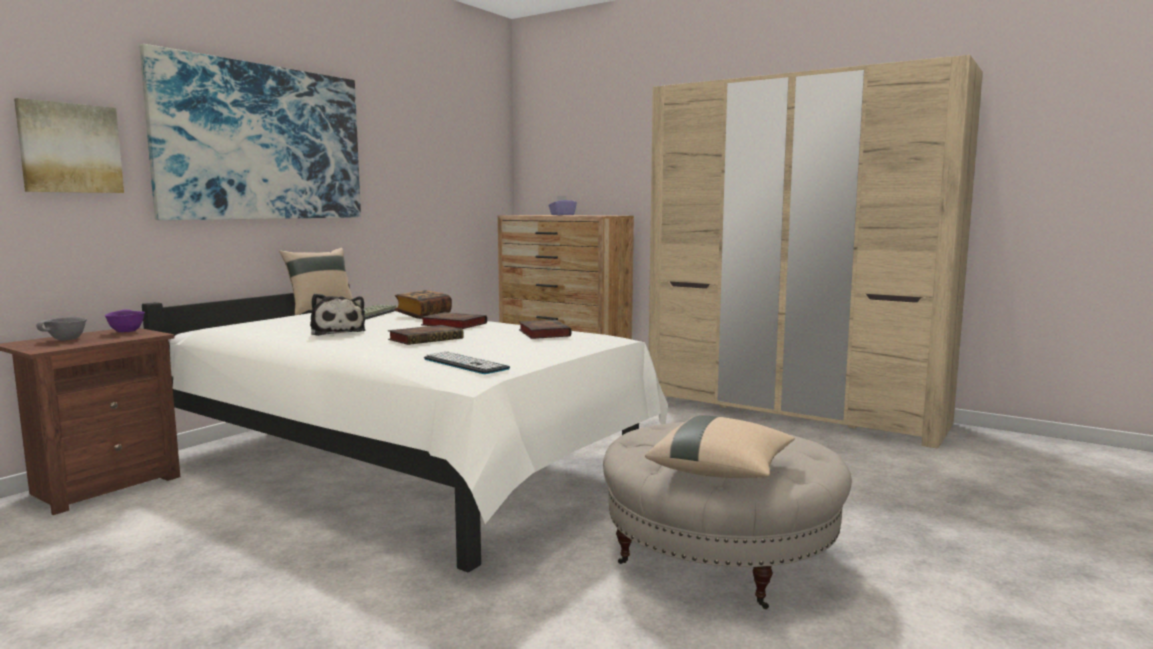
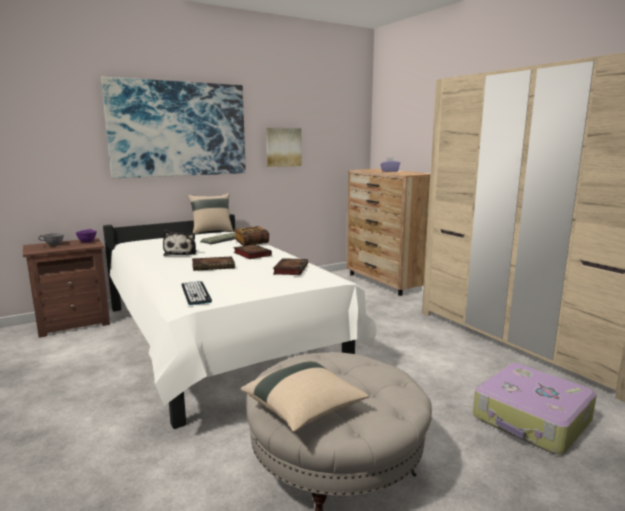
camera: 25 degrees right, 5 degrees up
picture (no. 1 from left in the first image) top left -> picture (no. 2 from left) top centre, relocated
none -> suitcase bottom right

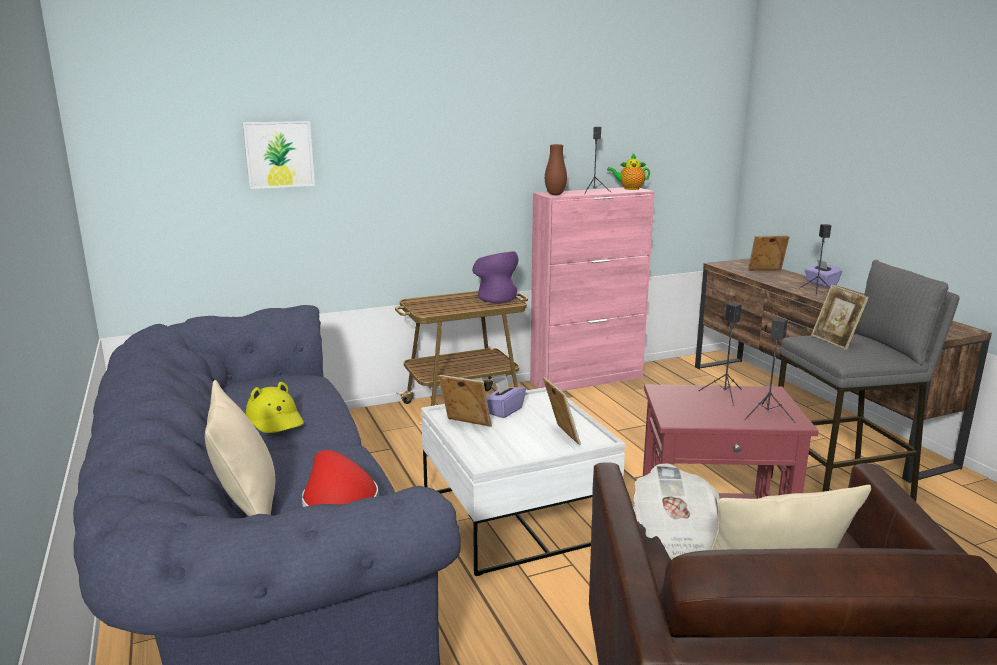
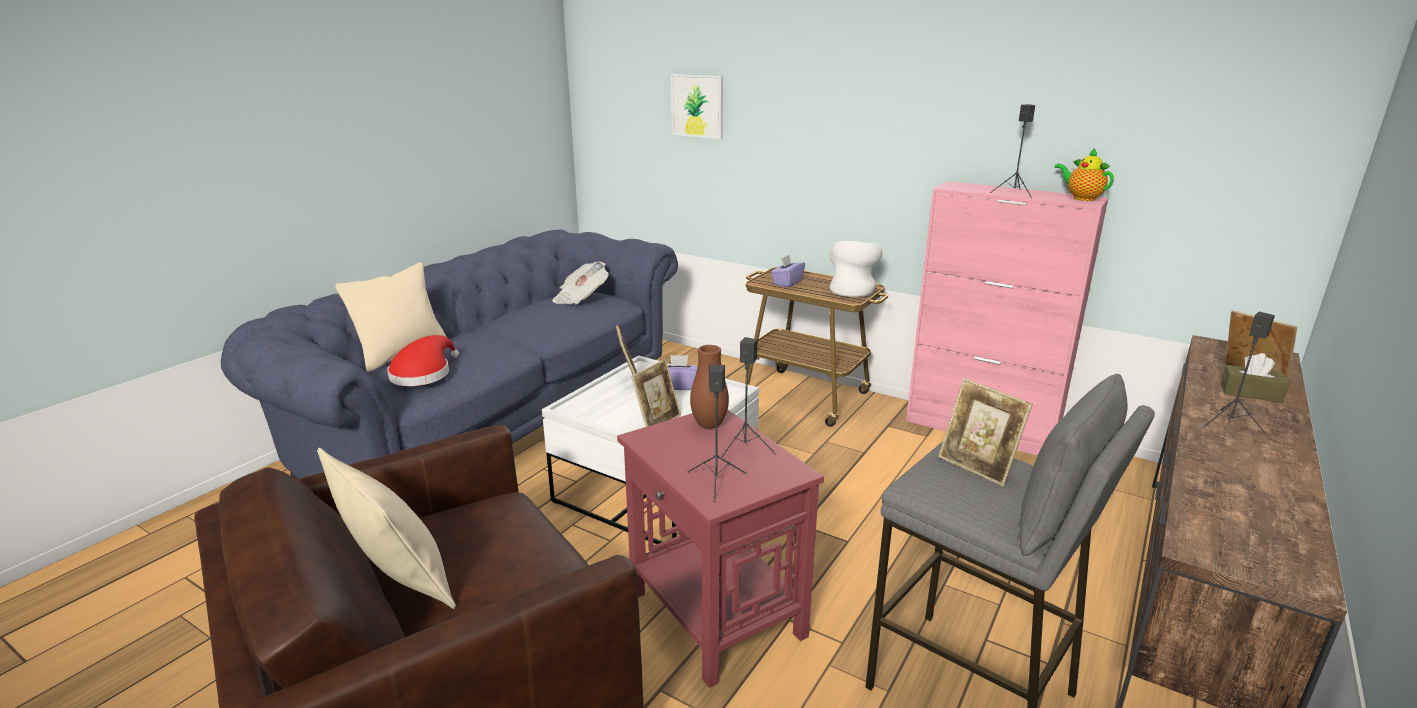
camera: 55 degrees right, 5 degrees up
brown vase top centre -> brown vase centre, relocated
purplish vase centre -> whitish vase centre
purplish box of tissues (no. 2 from left) middle right -> purplish box of tissues (no. 2 from left) centre, relocated
standing frame (no. 4 from left in the first image) middle right -> standing frame (no. 3 from left) middle right, 75 degrees counterclockwise
yellow-coloured wearable hat middle left -> none
newspaper bottom right -> newspaper centre, relocated
none -> brown box of tissues middle right

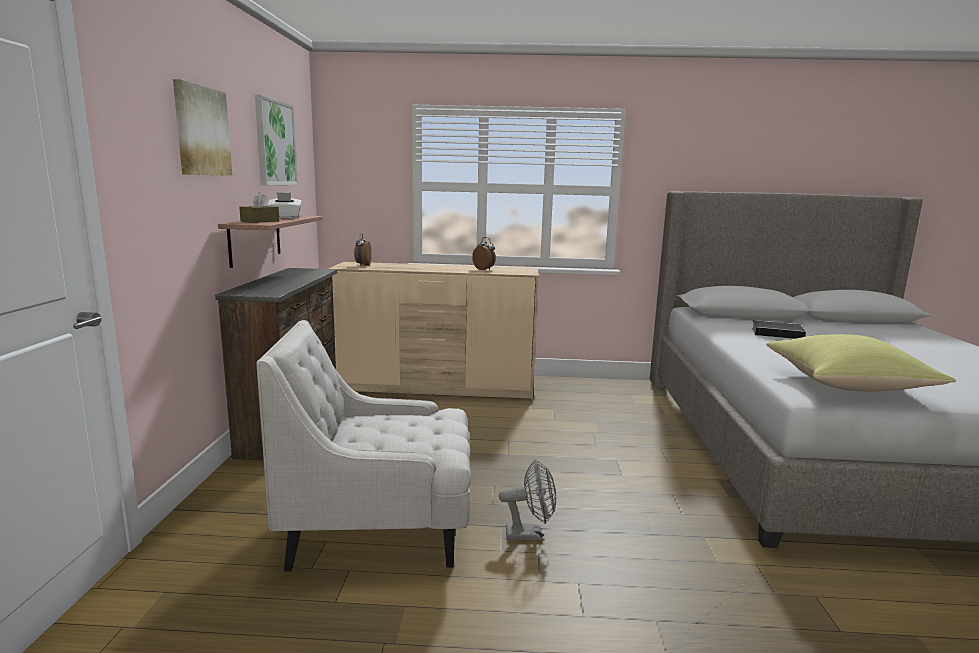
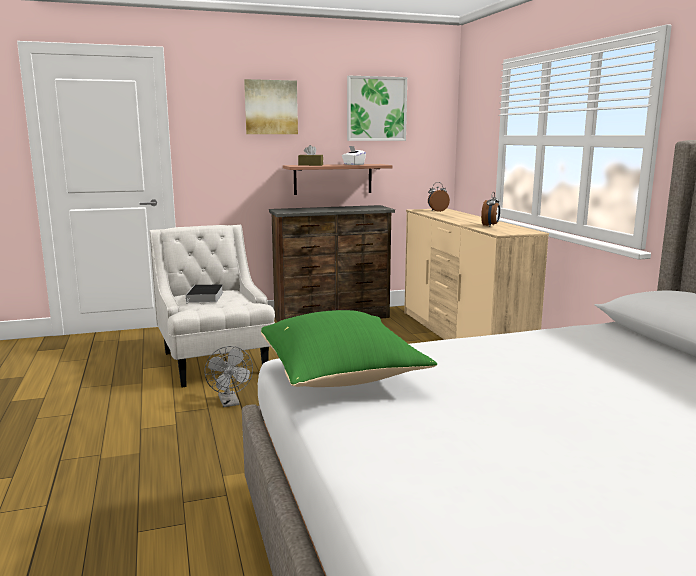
camera: 70 degrees right, 0 degrees up
bound book middle right -> bound book middle left, relocated
yellow-coloured throw pillow middle right -> green-coloured throw pillow centre

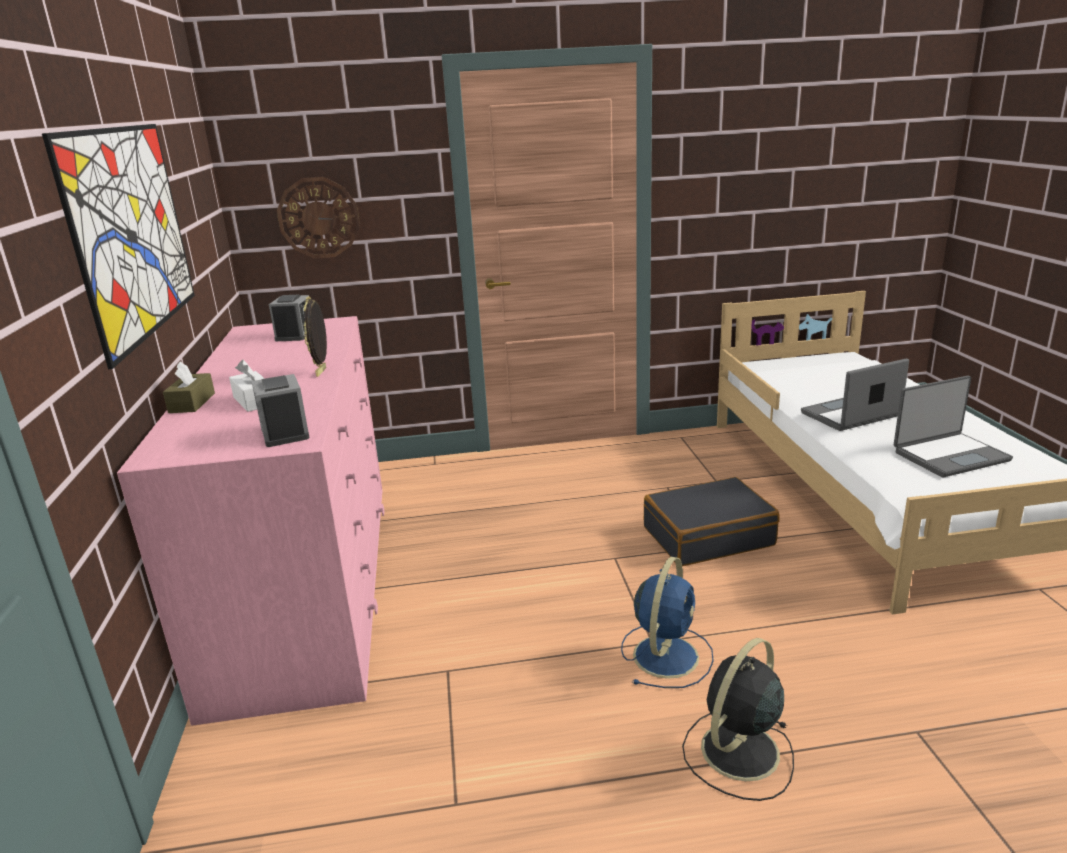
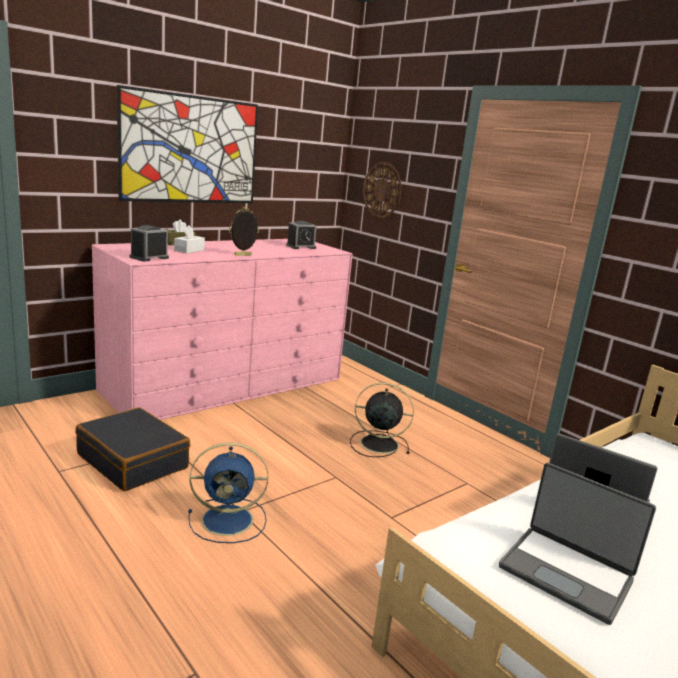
camera: 55 degrees right, 5 degrees down
black-coloured suitcase middle right -> black-coloured suitcase middle left, relocated
black-coloured fan bottom right -> black-coloured fan centre, relocated

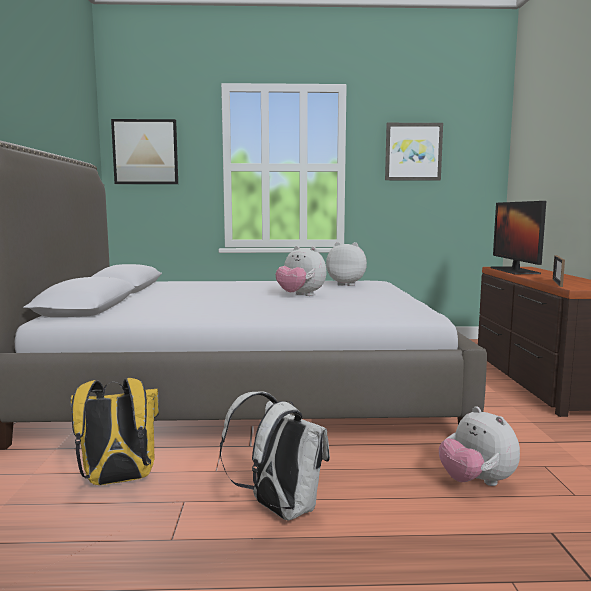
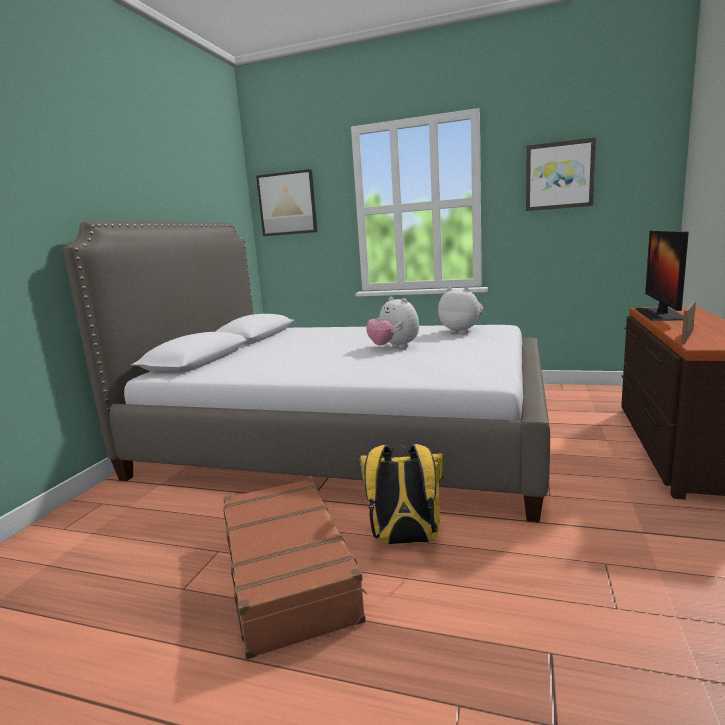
camera: 20 degrees right, 5 degrees up
yellow-coloured backpack bottom left -> yellow-coloured backpack bottom centre, relocated
whitish backpack bottom centre -> brown suitcase bottom centre
soft toy (no. 3 from left) bottom right -> none

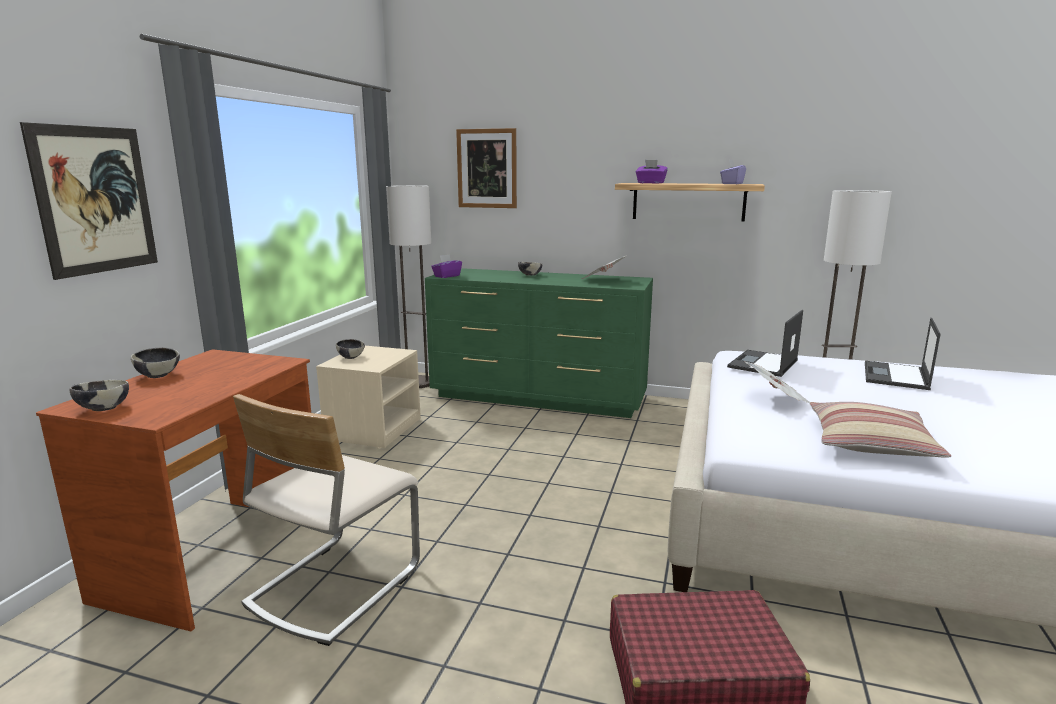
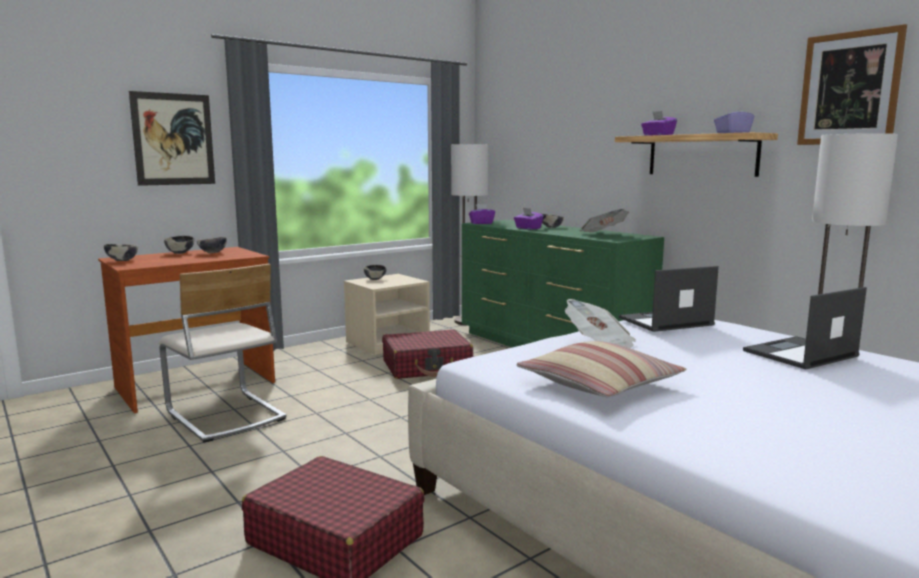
camera: 35 degrees right, 5 degrees down
picture (no. 2 from left) top centre -> picture (no. 2 from left) top right, relocated
beige upright chair bottom left -> beige upright chair middle left, 105 degrees counterclockwise
none -> purplish box of tissues (no. 2 from left) centre
none -> serving bowl (no. 3 from left) middle left
none -> red-coloured suitcase (no. 2 from left) centre

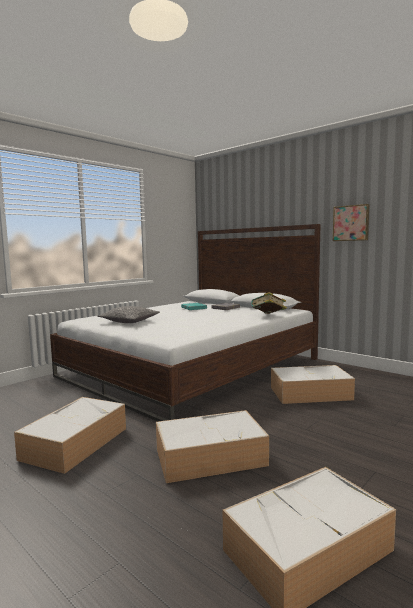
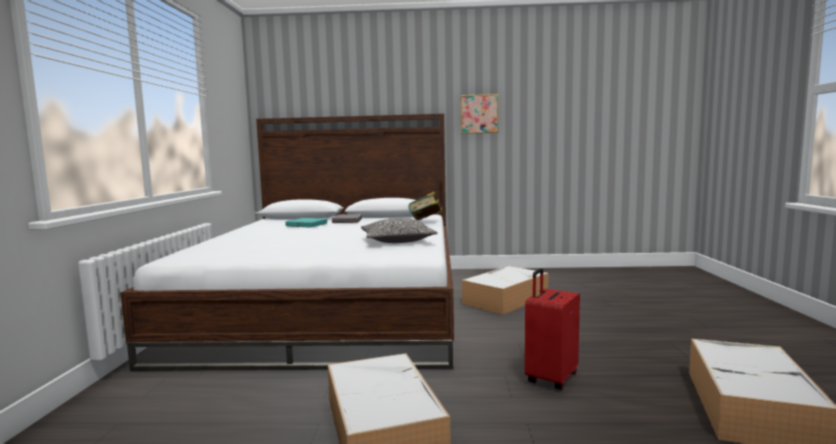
camera: 40 degrees left, 0 degrees up
throw pillow middle left -> throw pillow centre, relocated
storage container (no. 2 from left) bottom centre -> red-coloured suitcase bottom centre

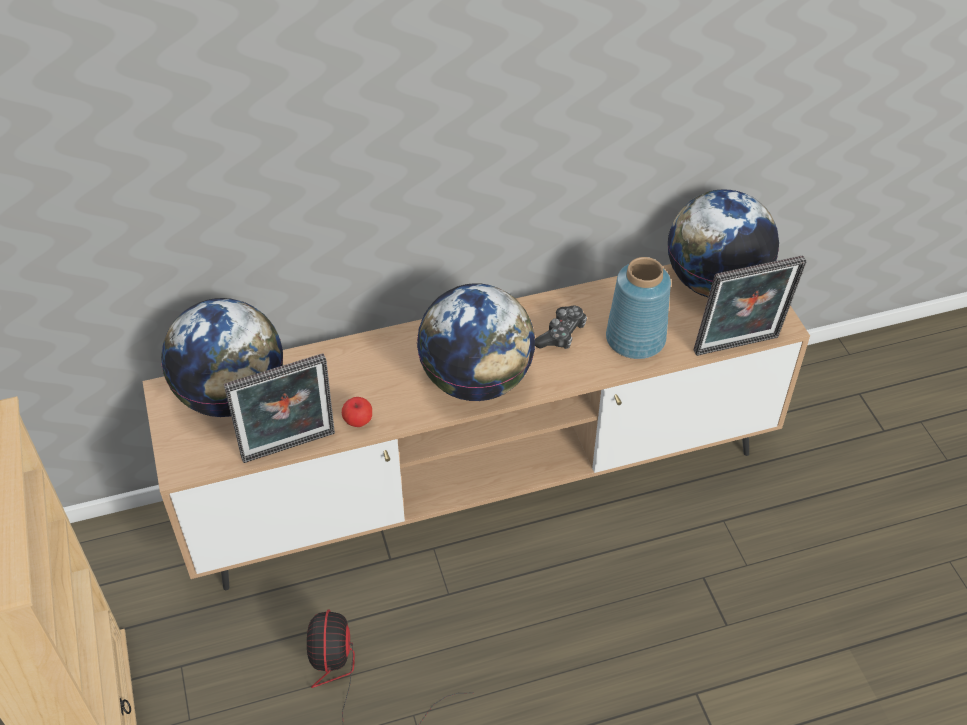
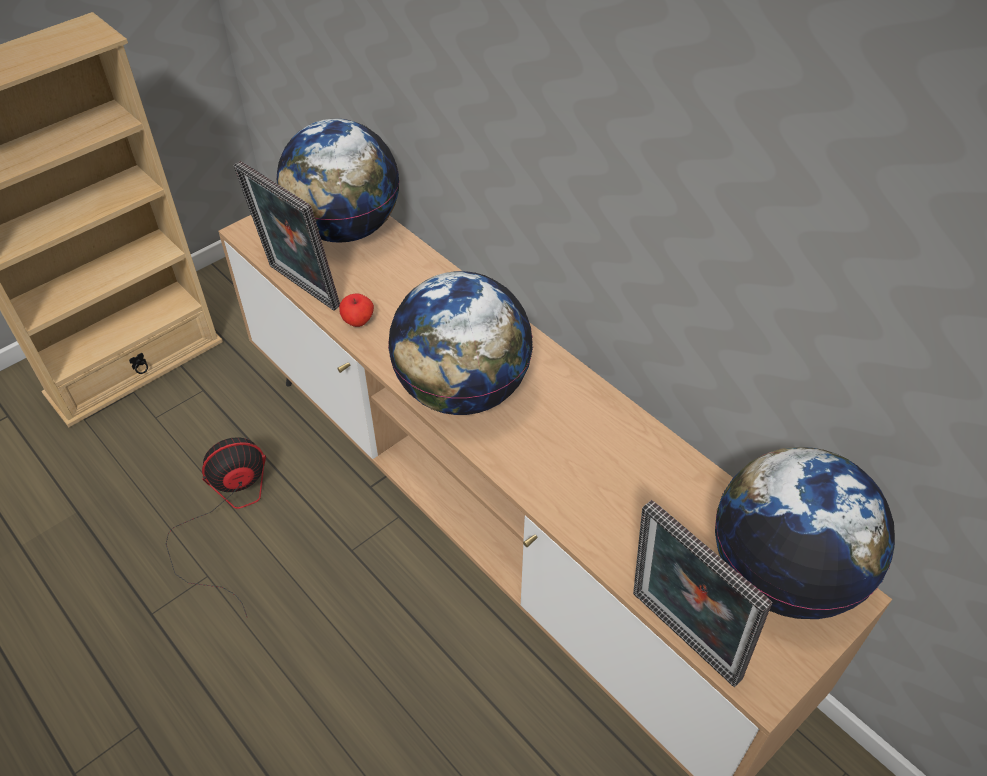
camera: 65 degrees right, 0 degrees up
blue vase centre -> none
gamepad centre -> none

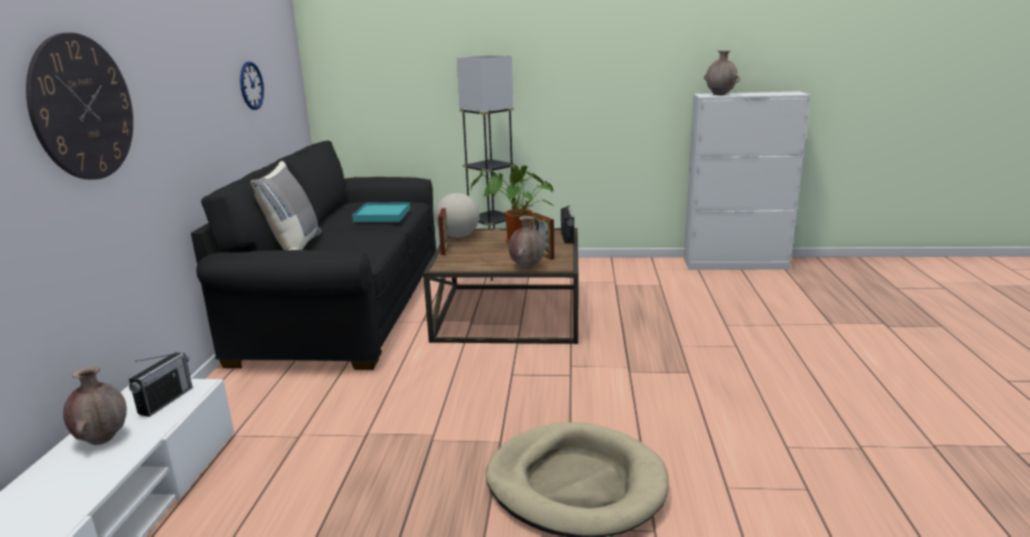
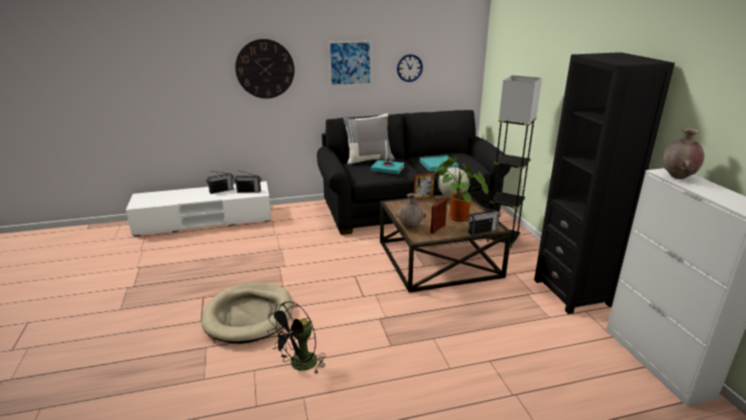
camera: 70 degrees right, 5 degrees up
brown vase (no. 1 from left) bottom left -> radio (no. 1 from left) middle left
none -> picture top centre
none -> black-coloured shelving unit middle right
none -> blue-green bound book centre
none -> black-coloured fan bottom centre

